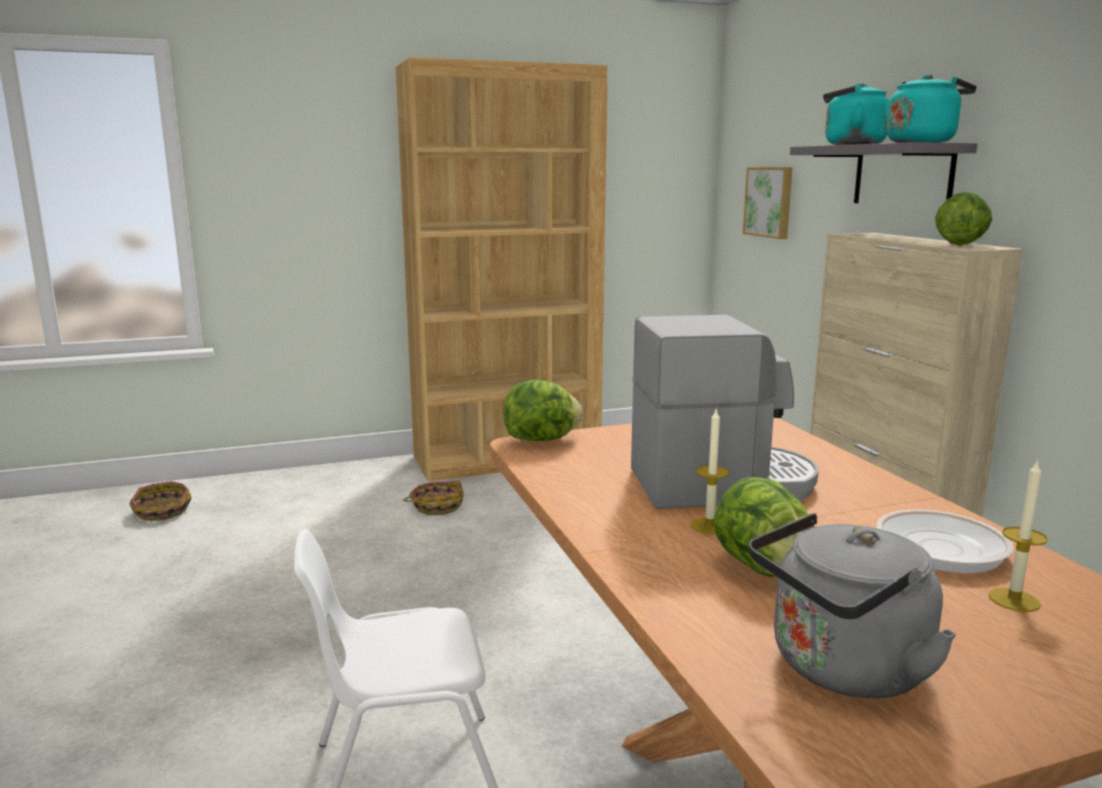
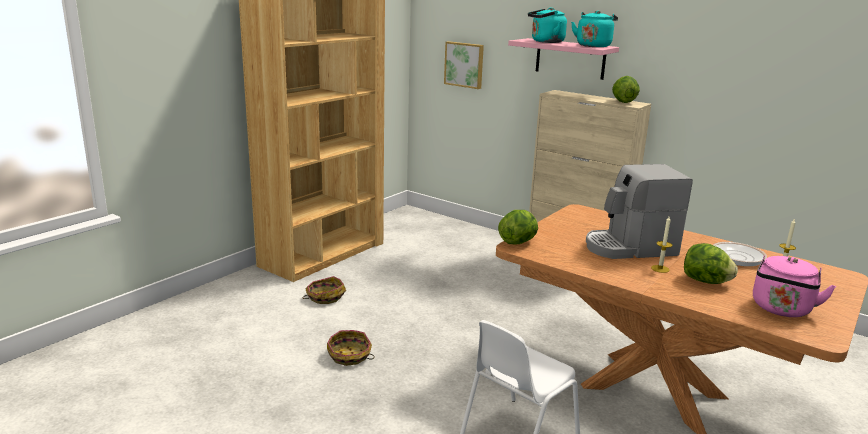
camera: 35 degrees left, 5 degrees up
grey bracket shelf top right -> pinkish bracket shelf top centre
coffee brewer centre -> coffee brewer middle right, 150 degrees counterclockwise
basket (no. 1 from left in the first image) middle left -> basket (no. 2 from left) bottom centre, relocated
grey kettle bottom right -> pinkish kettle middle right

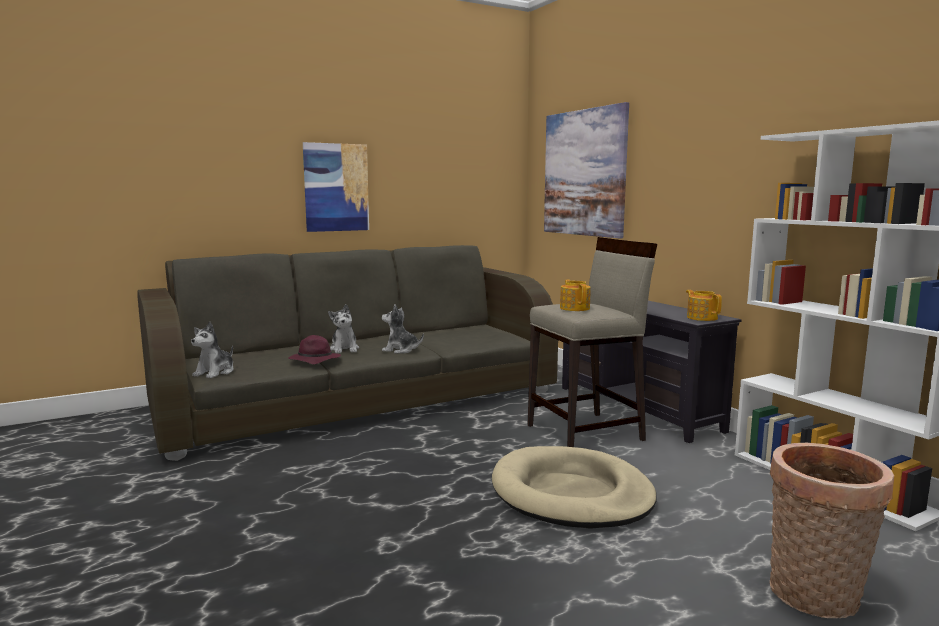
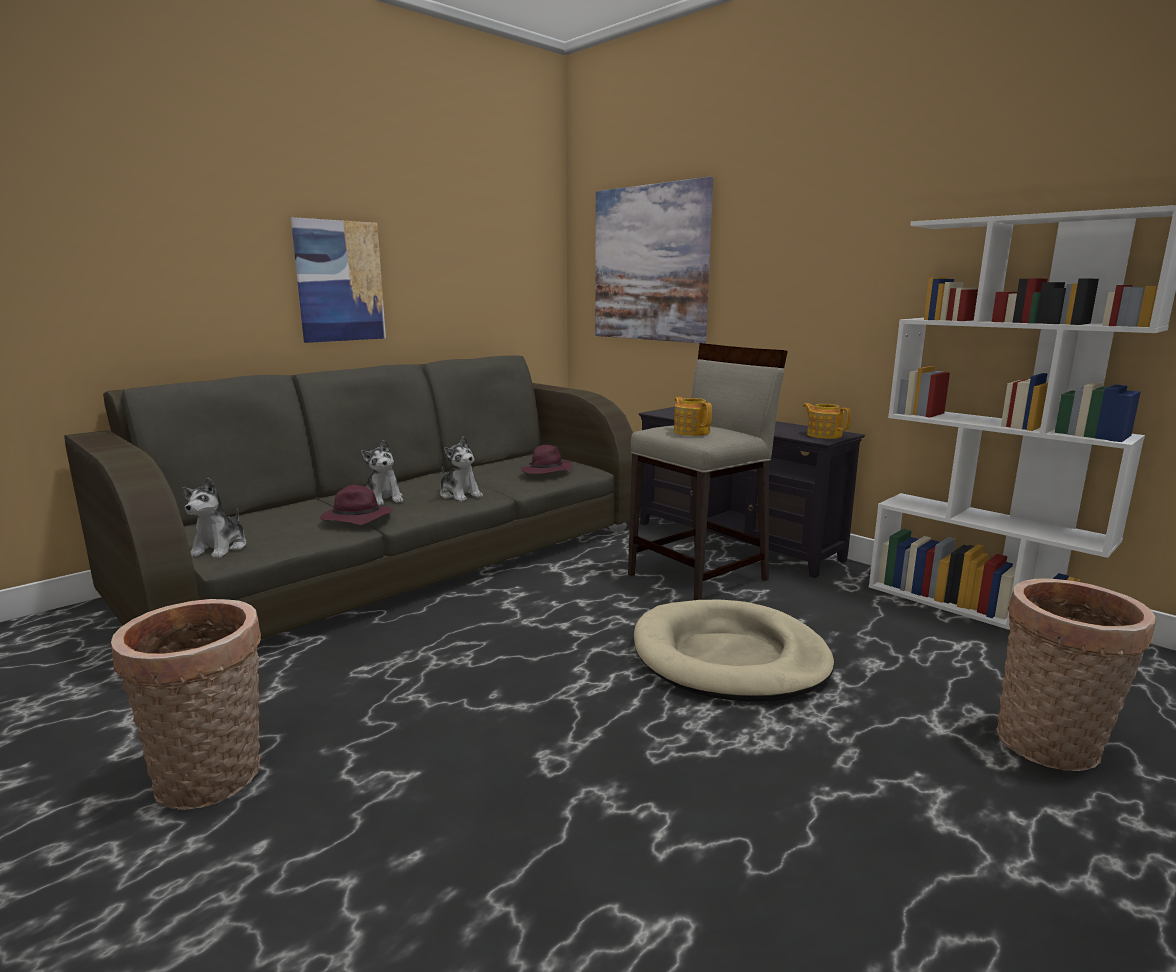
camera: 15 degrees left, 5 degrees up
soft toy (no. 3 from left) centre, 135 degrees counterclockwise
none -> purplish wearable hat (no. 2 from left) centre
none -> basket (no. 1 from left) bottom left

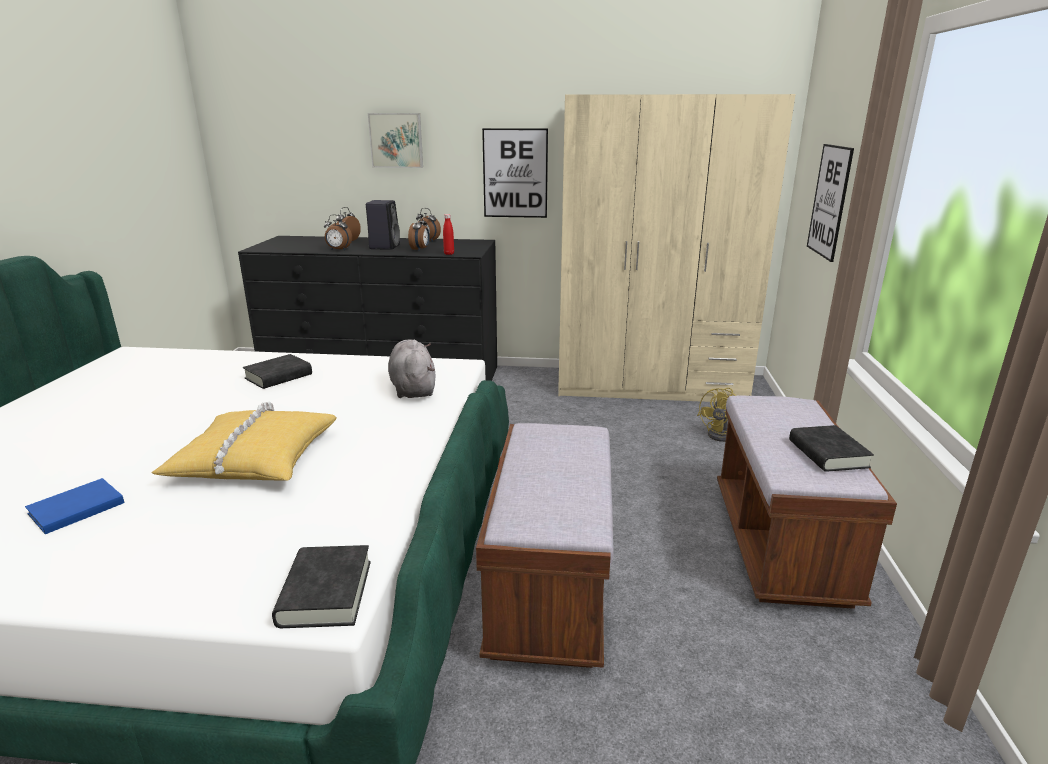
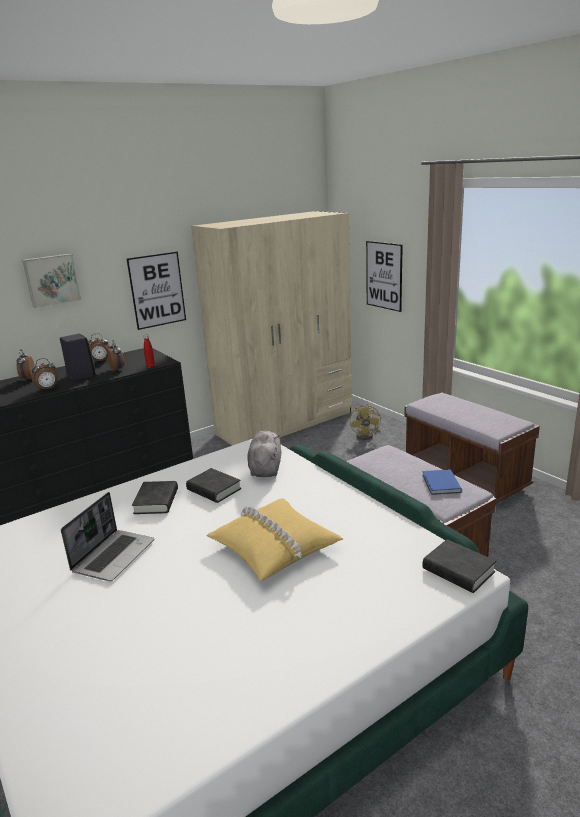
camera: 40 degrees left, 0 degrees up
grey soft toy centre, 60 degrees clockwise
black-coloured bound book (no. 3 from left in the first image) middle right -> black-coloured bound book (no. 2 from left) centre, relocated
blue bound book middle left -> blue bound book middle right, relocated
none -> notebook computer middle left

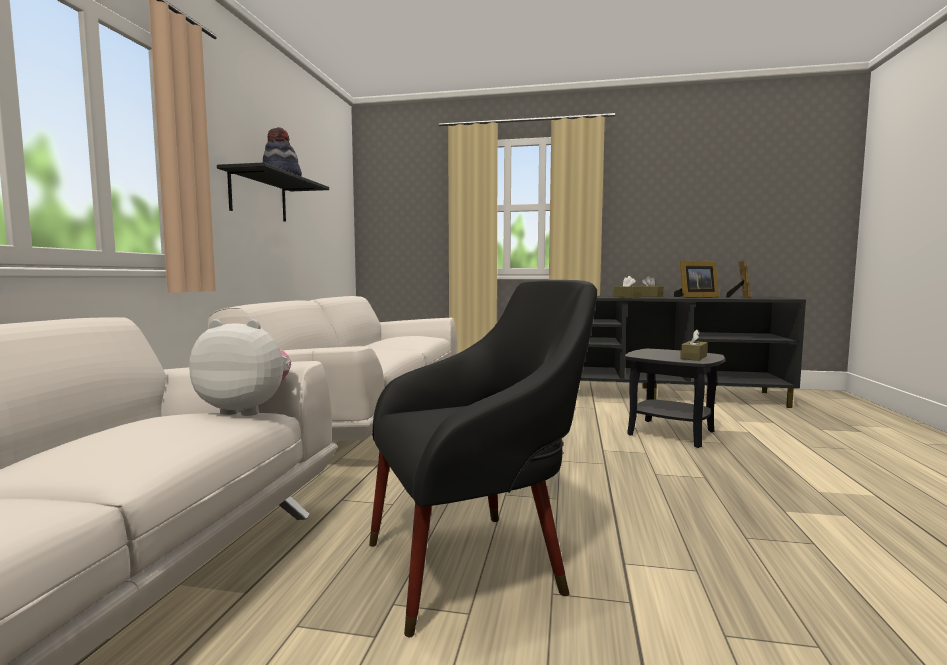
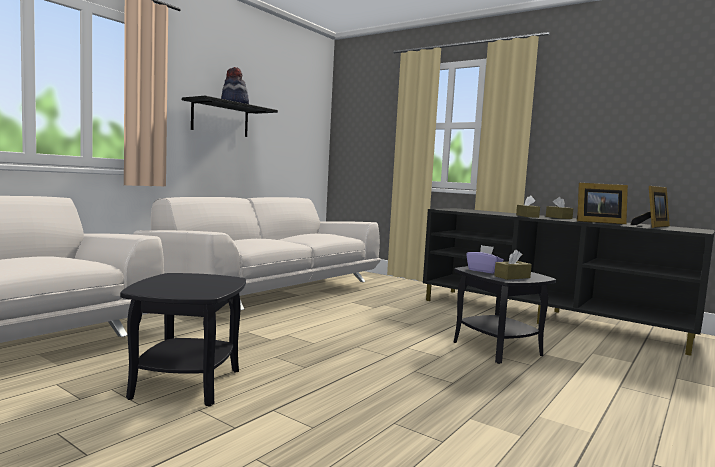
camera: 25 degrees right, 0 degrees up
black-coloured easy chair bottom centre -> black-coloured end table (no. 1 from left) bottom left
soft toy middle left -> none
none -> purplish box of tissues middle right

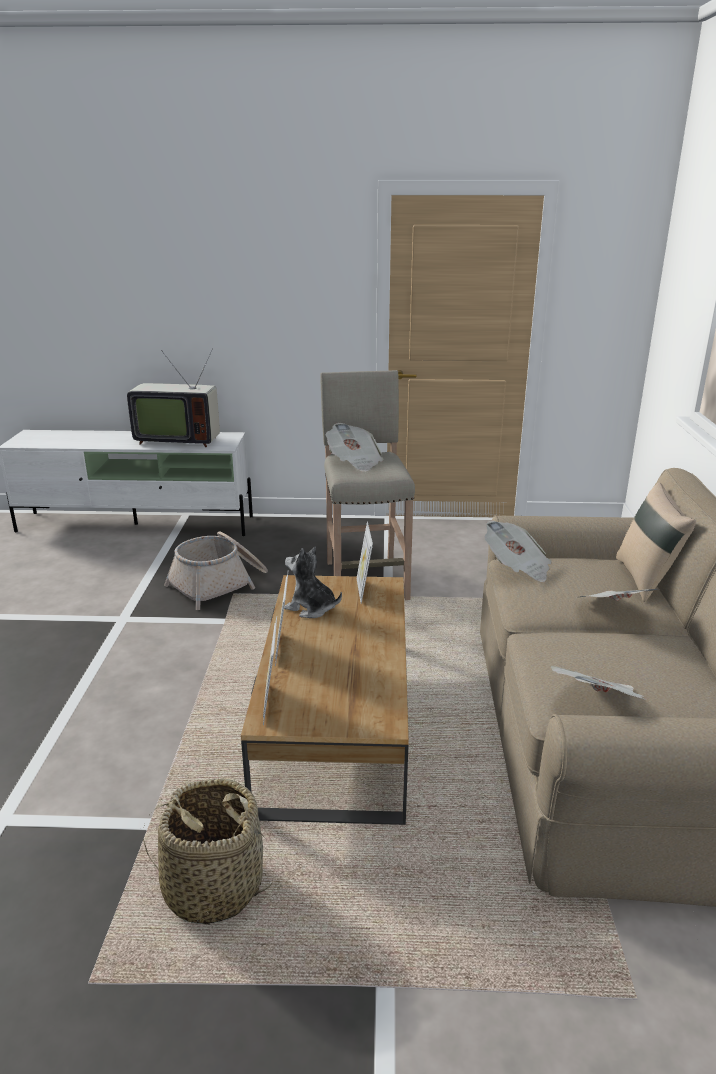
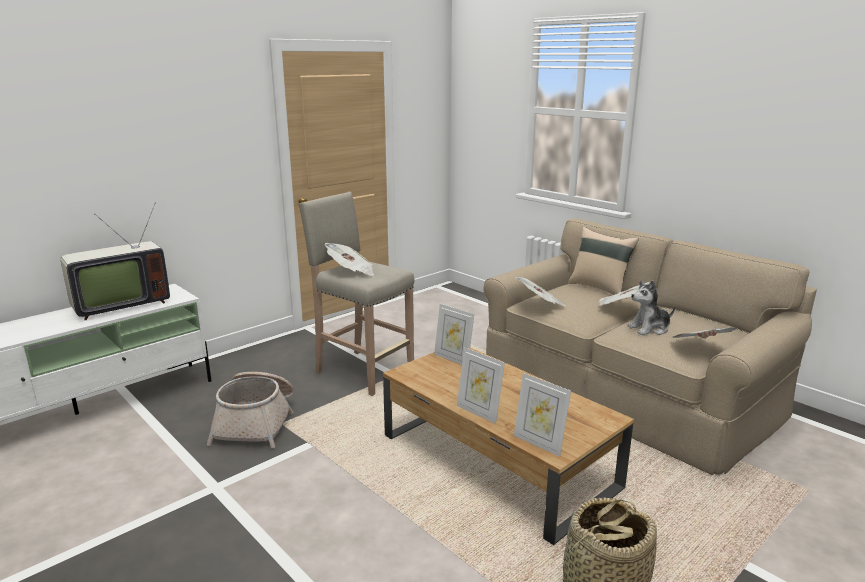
camera: 45 degrees left, 5 degrees down
soft toy centre -> soft toy middle right, relocated

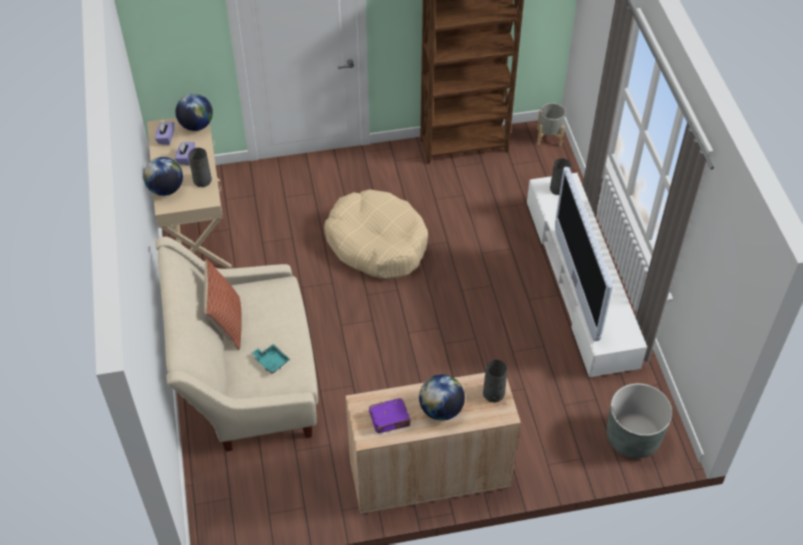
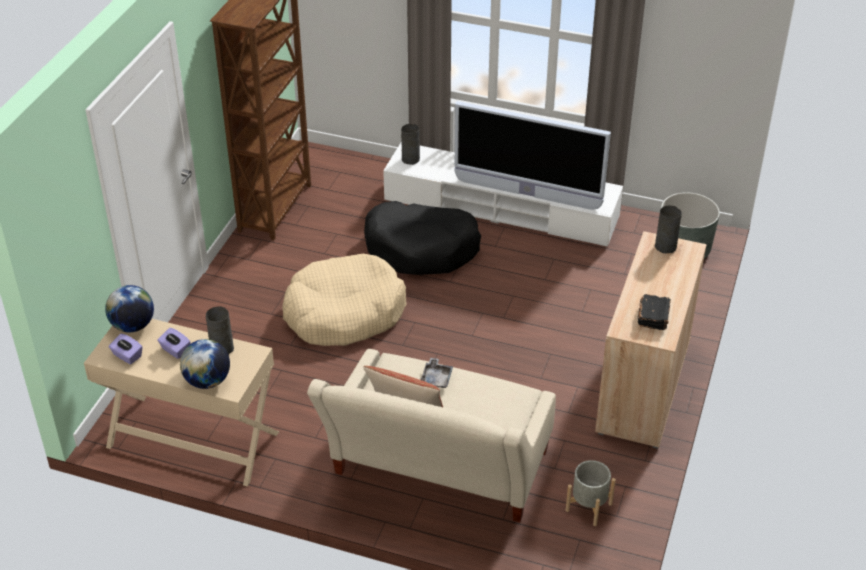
camera: 60 degrees left, 10 degrees down
grey flower pot (no. 1 from left) top right -> grey flower pot (no. 1 from left) bottom right, relocated
blue-green carrying tray centre -> none
globe (no. 3 from left) bottom centre -> none
purplish bound book bottom centre -> black-coloured bound book middle right
none -> black-coloured dog bed centre
none -> grey carrying tray centre

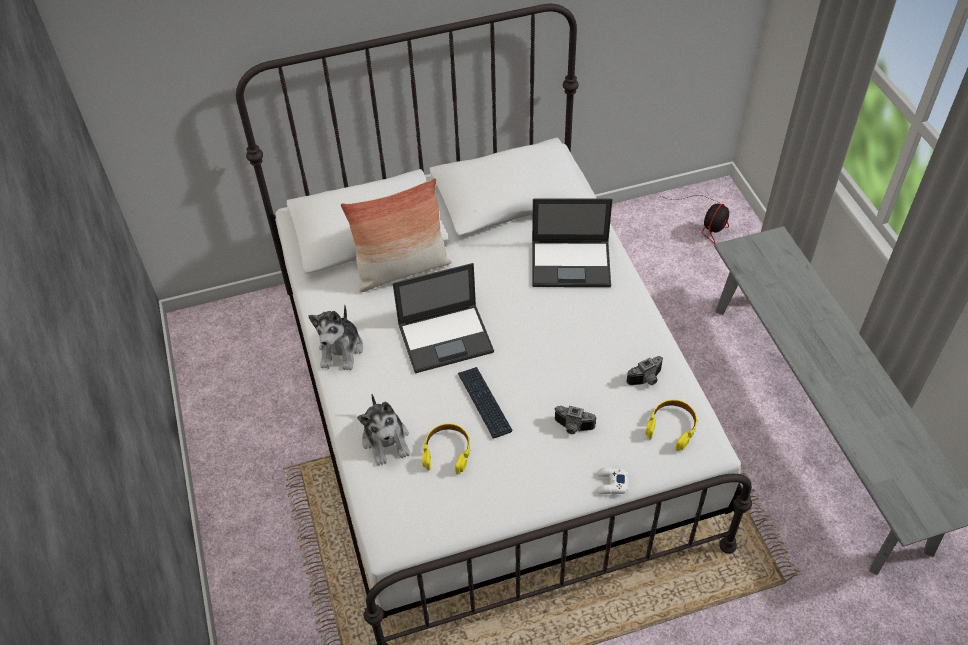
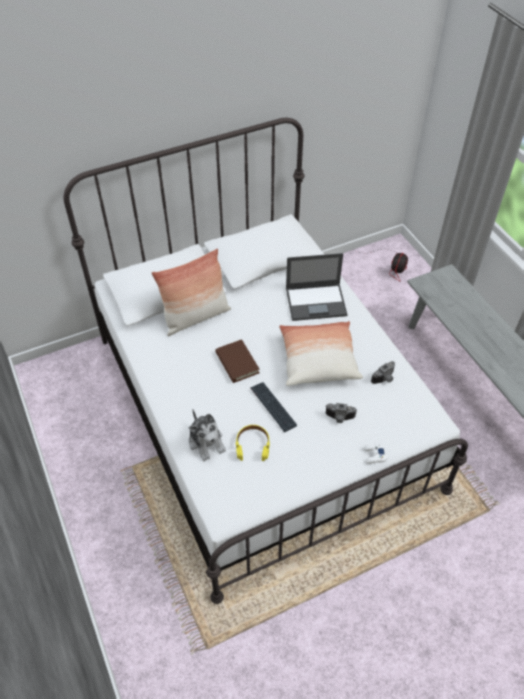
camera: 10 degrees left, 0 degrees up
notebook computer (no. 1 from left) centre -> brown bound book centre
soft toy (no. 1 from left) centre -> none
yellow-coloured headset (no. 2 from left) middle right -> none
none -> throw pillow (no. 2 from left) centre

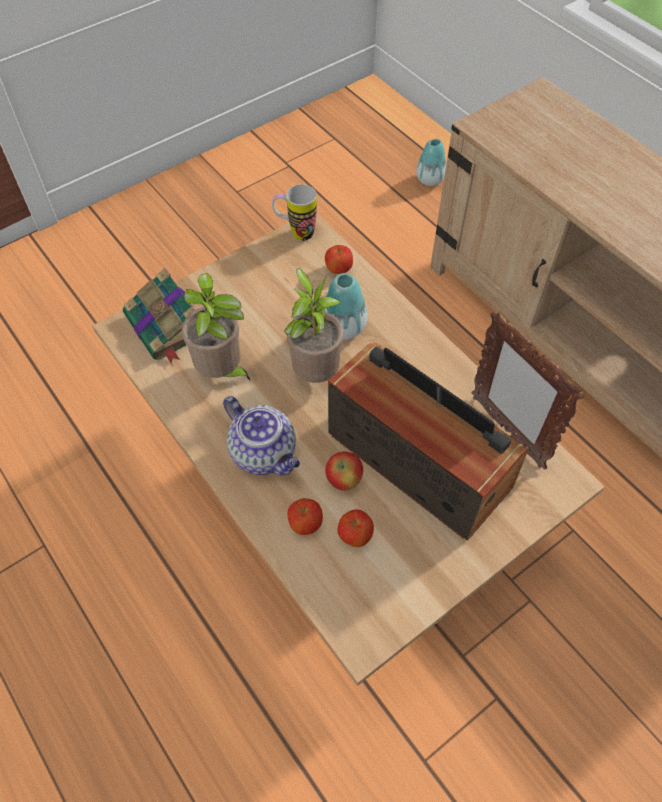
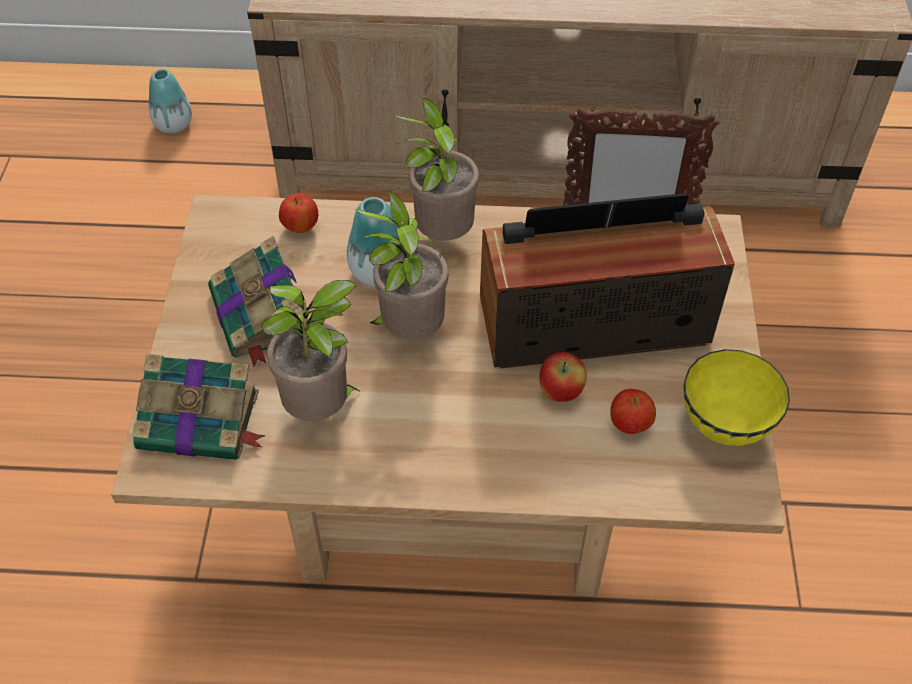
camera: 50 degrees left, 5 degrees down
tea mug top centre -> none
pot for tea centre -> none
whole apple (no. 1 from left) centre -> none
none -> plant in a pot (no. 3 from left) top centre
none -> bound book (no. 2 from left) middle left
none -> yellow-coloured serving bowl middle right

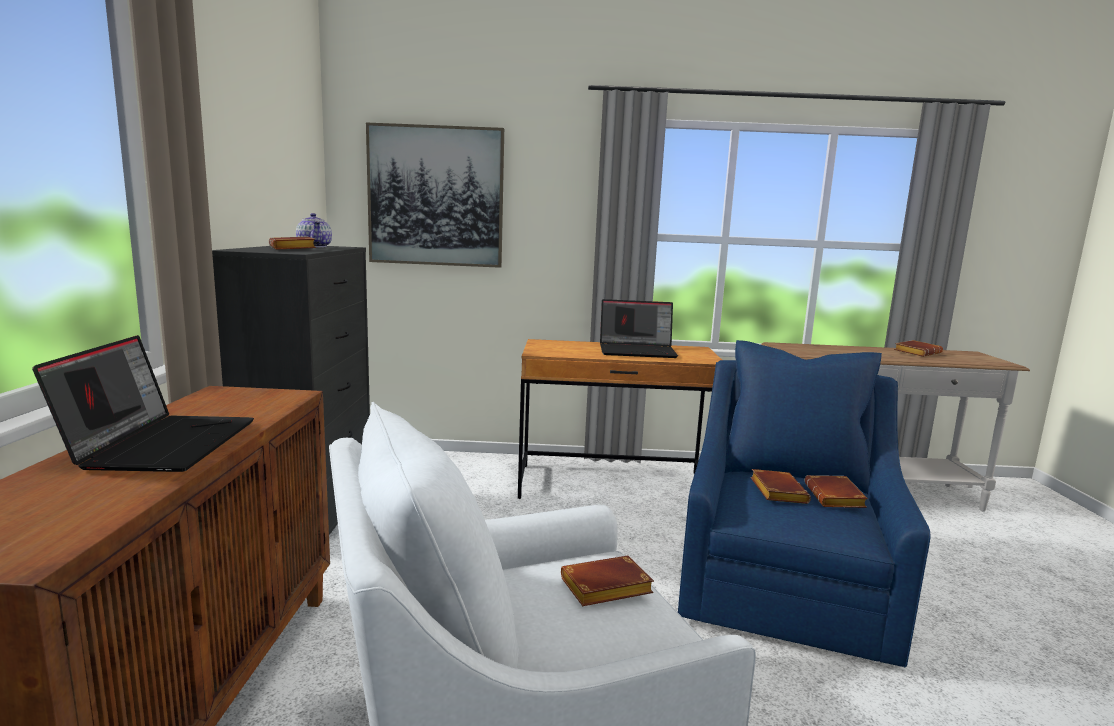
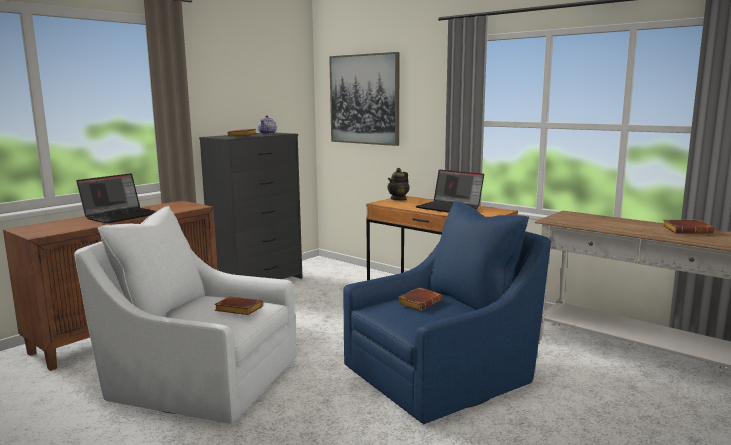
camera: 40 degrees right, 0 degrees up
brown bound book (no. 4 from left) bottom right -> none
none -> pot for tea (no. 2 from left) centre

